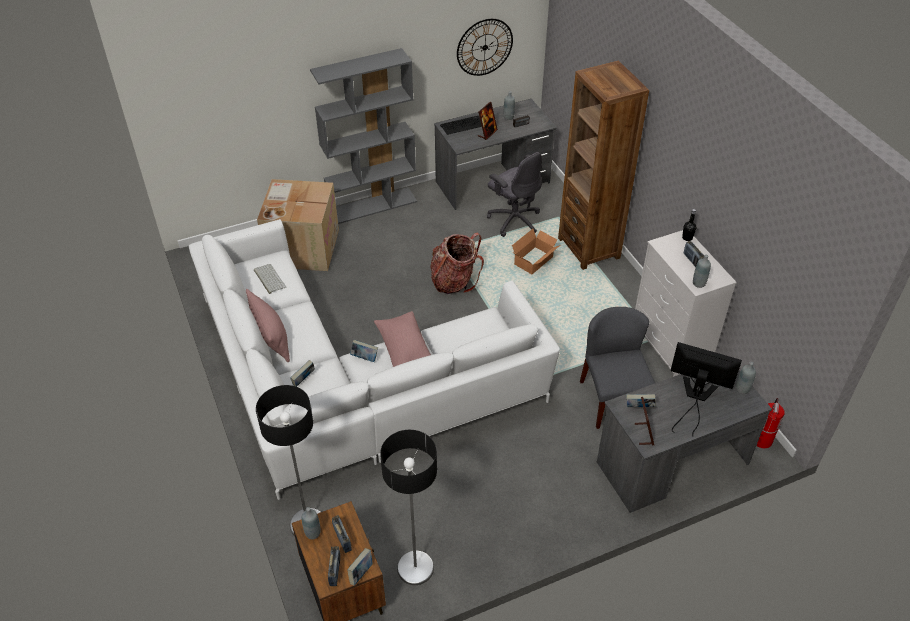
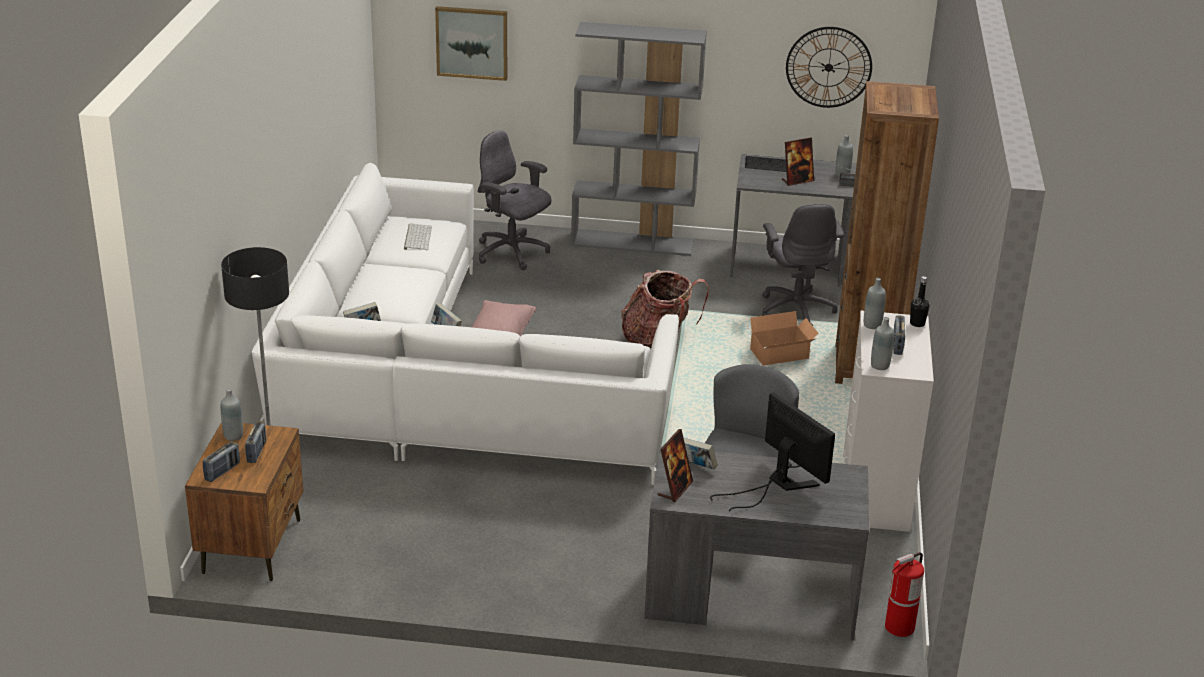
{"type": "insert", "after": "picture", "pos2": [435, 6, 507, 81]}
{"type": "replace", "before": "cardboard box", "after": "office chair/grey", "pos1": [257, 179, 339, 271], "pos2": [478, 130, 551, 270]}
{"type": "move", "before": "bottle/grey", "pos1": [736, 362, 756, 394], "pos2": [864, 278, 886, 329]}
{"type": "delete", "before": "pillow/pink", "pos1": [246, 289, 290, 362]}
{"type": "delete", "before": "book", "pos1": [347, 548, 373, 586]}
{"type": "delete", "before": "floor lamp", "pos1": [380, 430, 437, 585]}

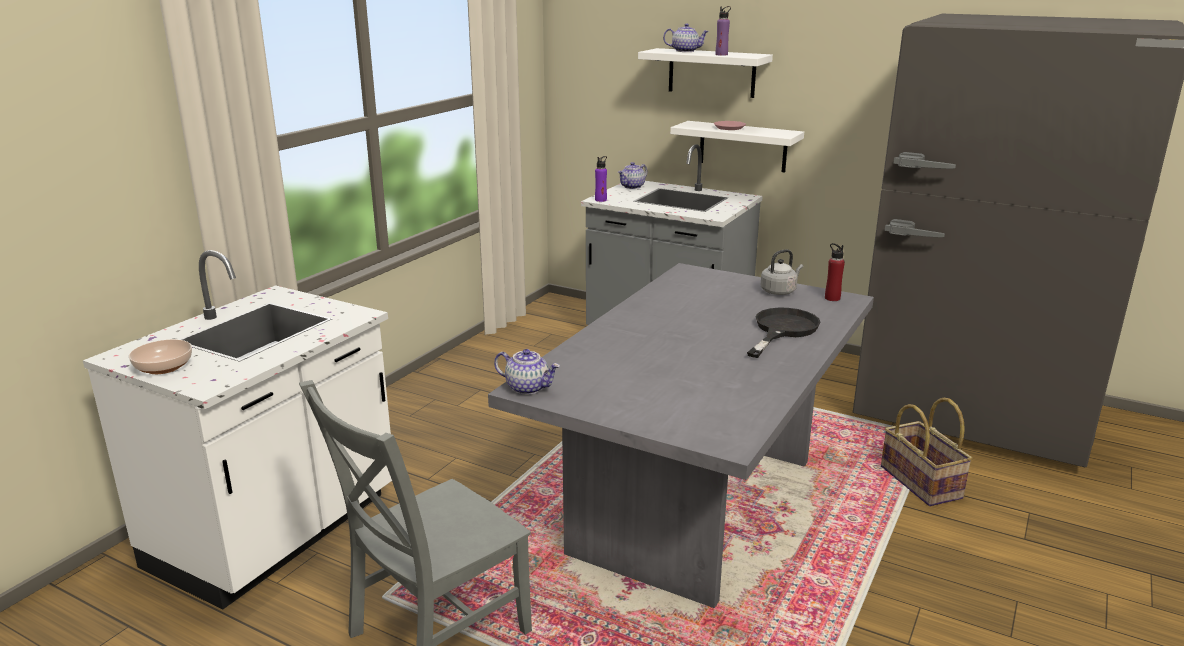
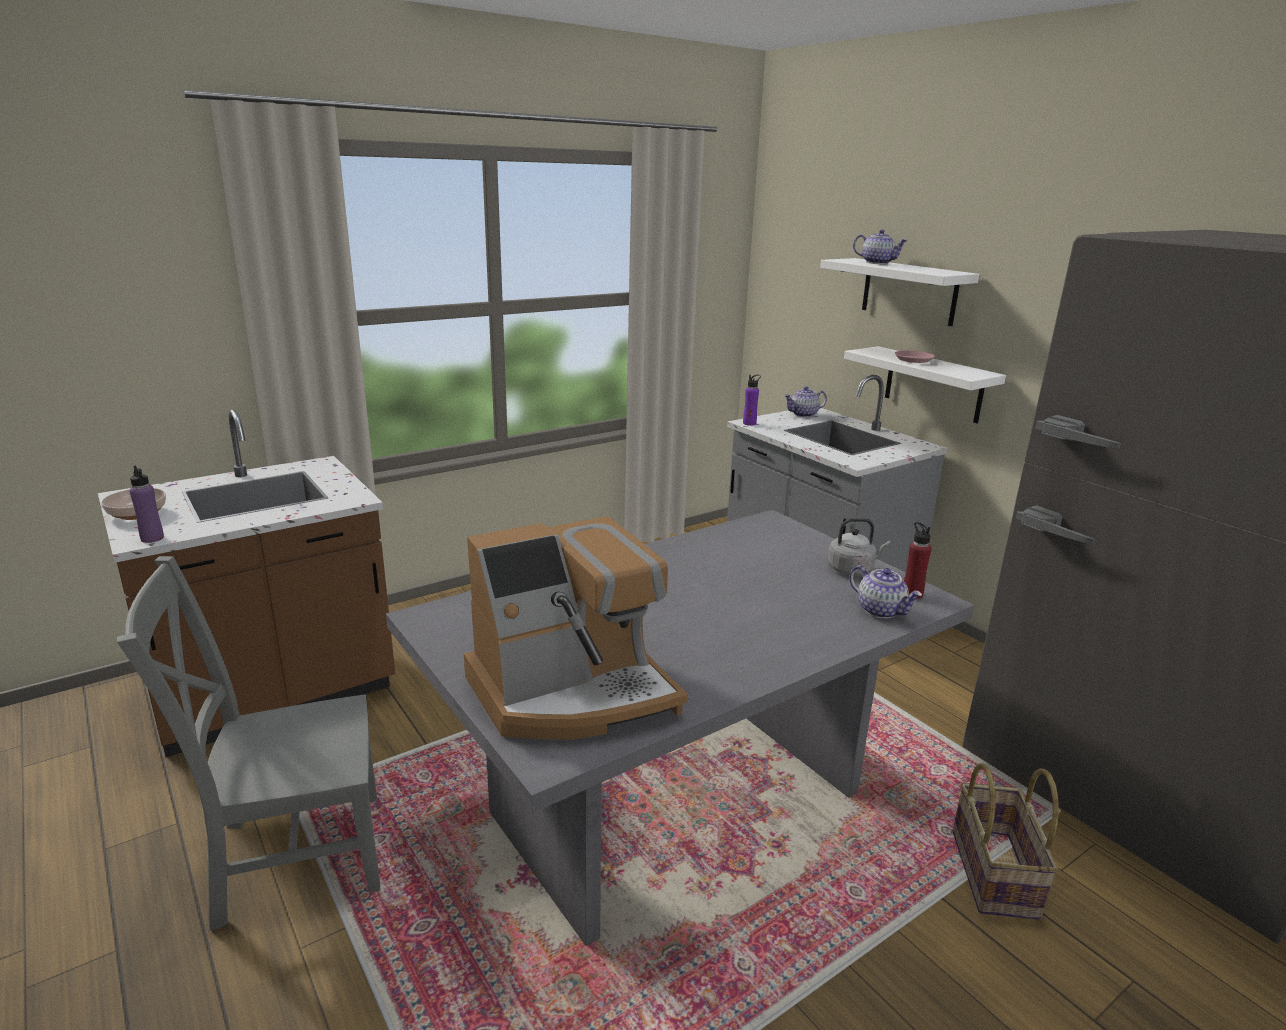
{"type": "recolor", "before": "counter/white", "after": "counter/brown", "pos1": [83, 250, 392, 610], "pos2": [98, 410, 395, 757]}
{"type": "move", "before": "bottle/purple", "pos1": [716, 6, 731, 56], "pos2": [130, 465, 164, 543]}
{"type": "insert", "after": "coffee machine", "pos2": [464, 516, 688, 740]}
{"type": "move", "before": "teapot", "pos1": [494, 349, 560, 395], "pos2": [849, 565, 922, 619]}
{"type": "delete", "before": "frying pan/black", "pos1": [747, 308, 820, 358]}

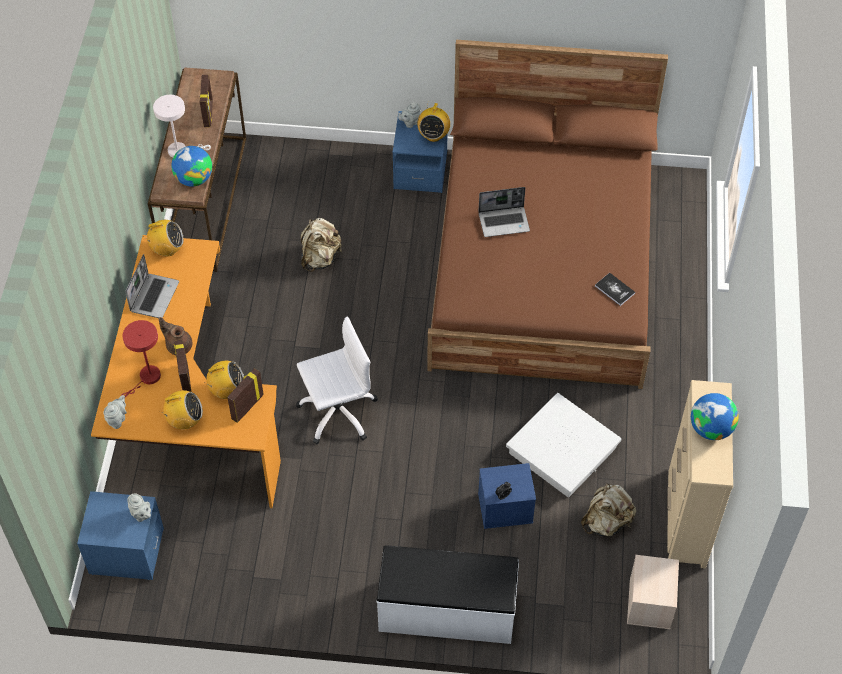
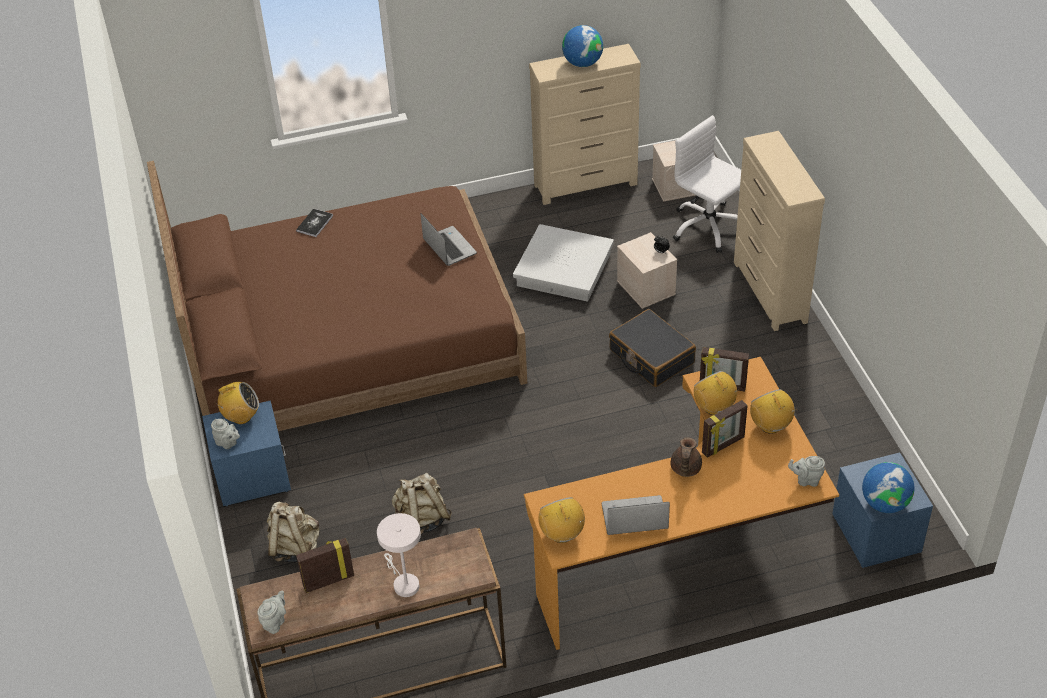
{"type": "move", "before": "teapot/grey", "pos1": [127, 494, 151, 522], "pos2": [258, 590, 286, 634]}
{"type": "move", "before": "backpack/beige", "pos1": [581, 484, 636, 537], "pos2": [267, 502, 320, 563]}
{"type": "move", "before": "book", "pos1": [595, 273, 635, 306], "pos2": [296, 209, 333, 237]}
{"type": "move", "before": "laptop", "pos1": [478, 187, 530, 237], "pos2": [421, 213, 477, 266]}
{"type": "insert", "after": "suitcase/black", "pos2": [609, 309, 696, 387]}
{"type": "recolor", "before": "storage box/blue", "after": "storage box/beige", "pos1": [478, 463, 536, 529], "pos2": [617, 232, 677, 309]}
{"type": "move", "before": "office chair/white", "pos1": [296, 317, 378, 445], "pos2": [673, 115, 741, 253]}
{"type": "replace", "before": "bench/white", "after": "dresser/beige", "pos1": [377, 545, 519, 644], "pos2": [734, 131, 825, 331]}
{"type": "move", "before": "globe", "pos1": [171, 146, 212, 187], "pos2": [862, 462, 915, 513]}
{"type": "delete", "before": "table lamp/red", "pos1": [122, 320, 161, 397]}

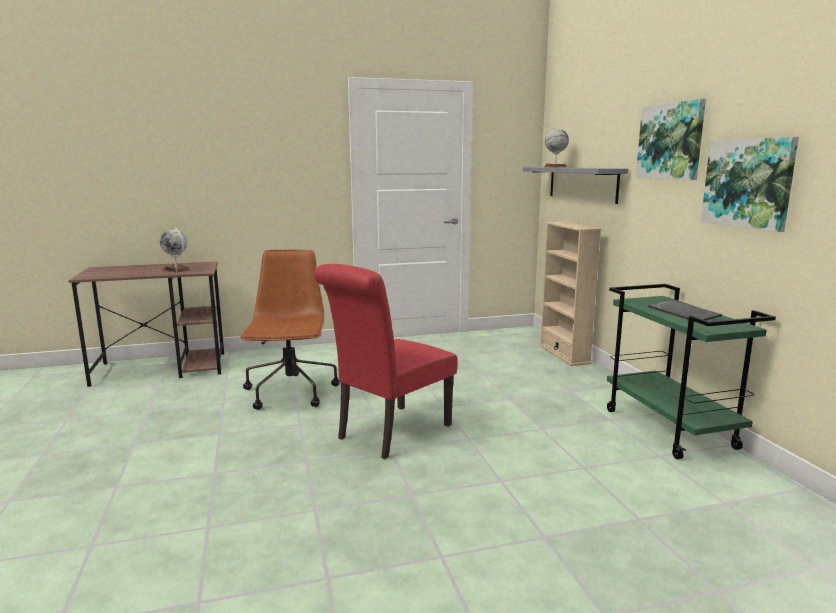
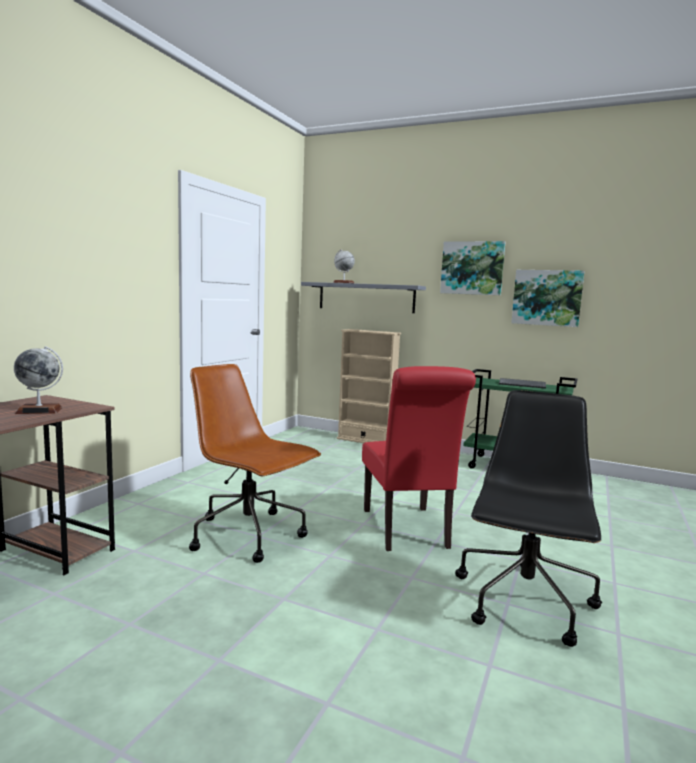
{"type": "insert", "after": "office chair/black", "pos2": [455, 390, 602, 647]}

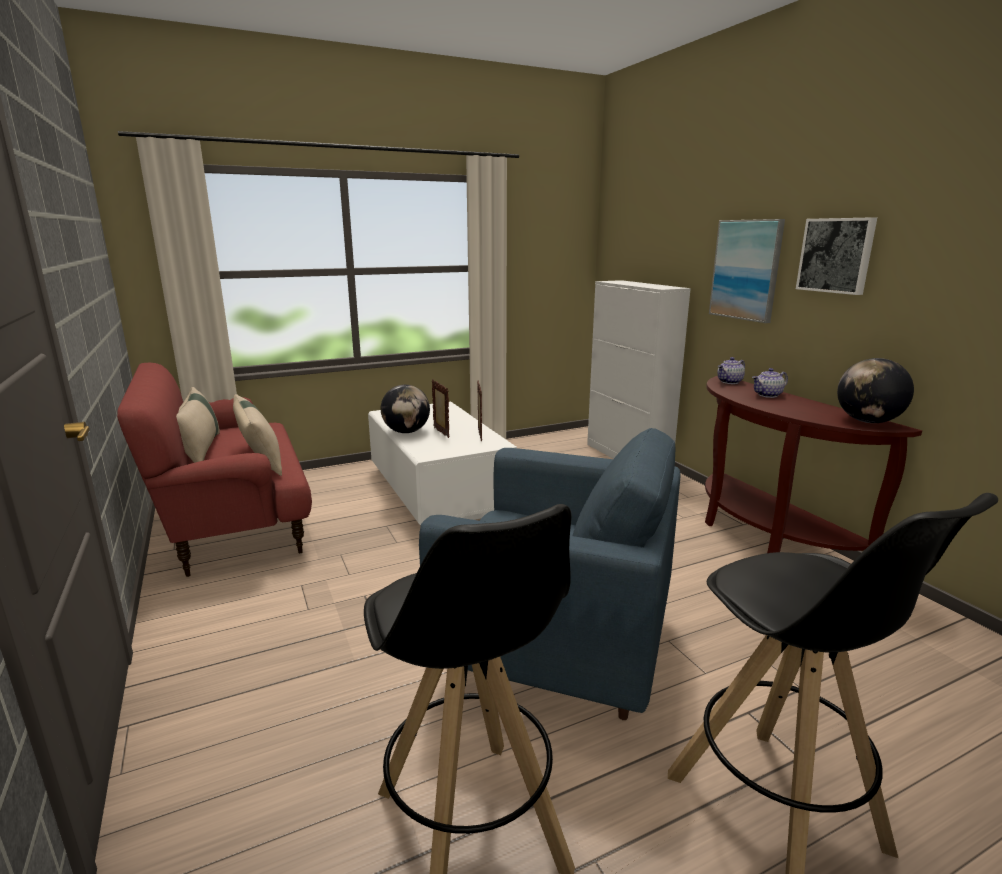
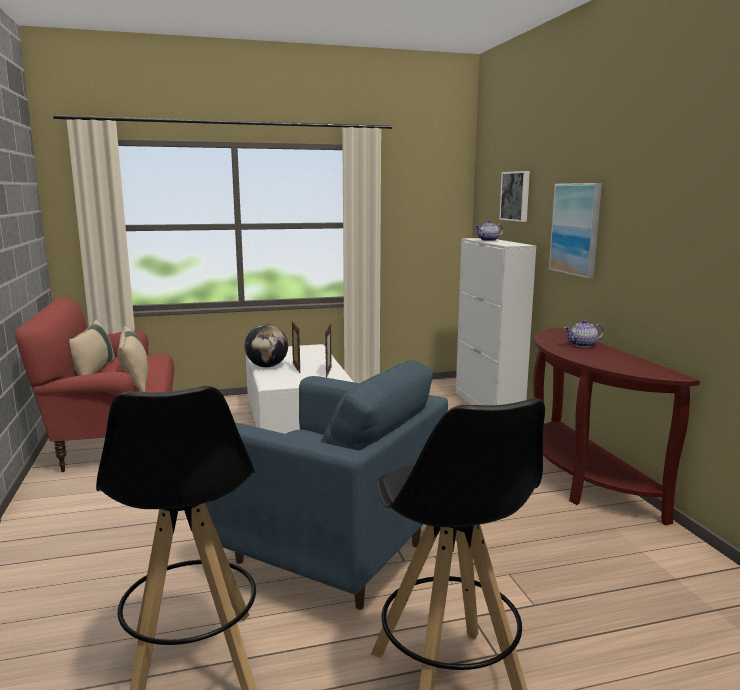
{"type": "move", "before": "teapot", "pos1": [717, 357, 745, 384], "pos2": [475, 220, 503, 241]}
{"type": "move", "before": "picture", "pos1": [796, 217, 877, 295], "pos2": [499, 171, 530, 222]}
{"type": "delete", "before": "globe", "pos1": [837, 358, 914, 423]}

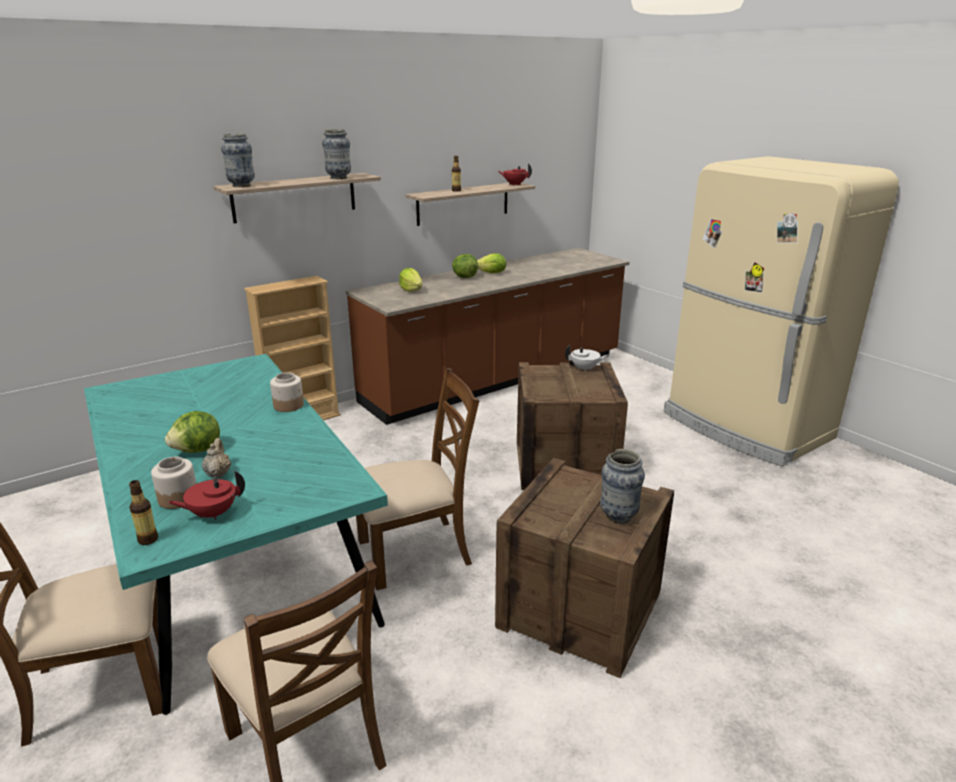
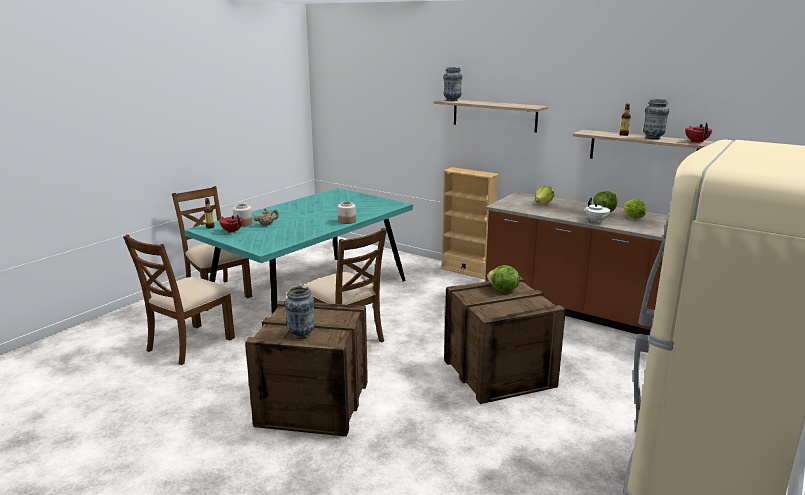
{"type": "move", "before": "lettuce", "pos1": [165, 411, 220, 453], "pos2": [487, 265, 520, 292]}
{"type": "move", "before": "teapot/white", "pos1": [565, 344, 608, 372], "pos2": [586, 198, 610, 223]}
{"type": "move", "before": "vase", "pos1": [322, 129, 351, 179], "pos2": [643, 99, 669, 140]}

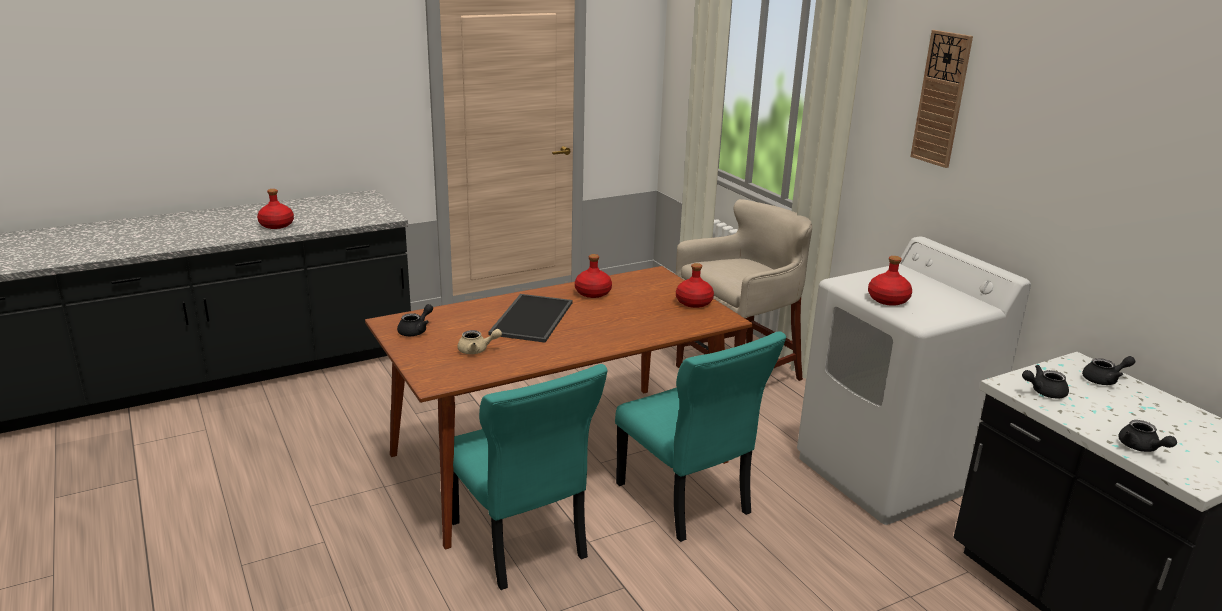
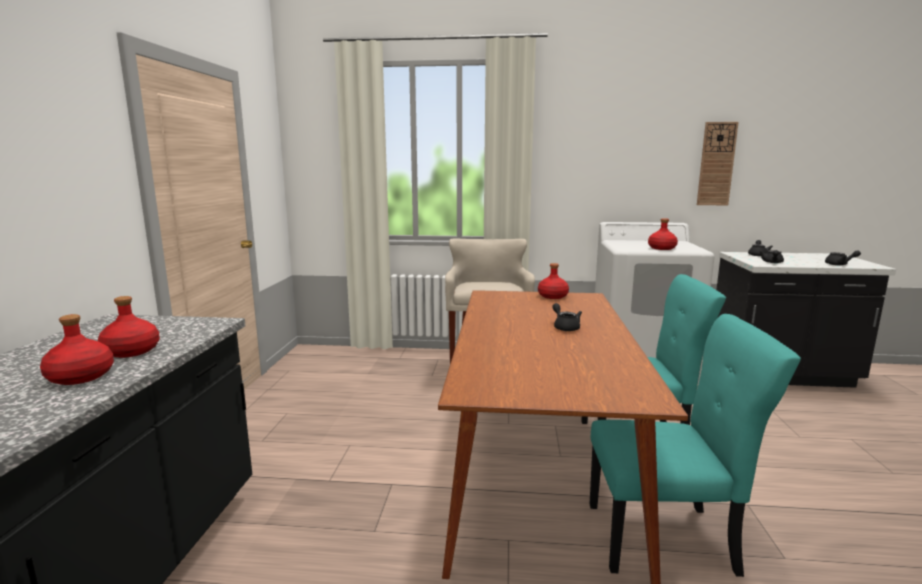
{"type": "move", "before": "bottle/red", "pos1": [575, 254, 612, 298], "pos2": [98, 296, 160, 358]}
{"type": "move", "before": "teapot/black", "pos1": [397, 304, 433, 336], "pos2": [553, 303, 582, 331]}
{"type": "move", "before": "wall clock", "pos1": [910, 30, 973, 168], "pos2": [697, 122, 739, 205]}
{"type": "delete", "before": "teapot/beige", "pos1": [458, 329, 502, 354]}
{"type": "delete", "before": "tray", "pos1": [488, 294, 573, 343]}

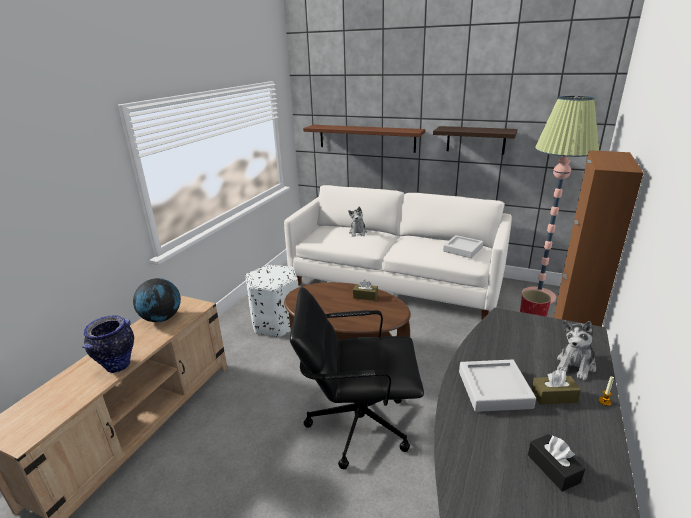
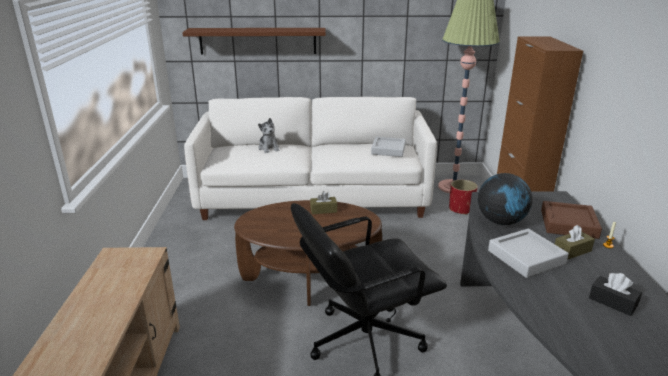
{"type": "move", "before": "globe", "pos1": [133, 278, 181, 322], "pos2": [478, 173, 532, 225]}
{"type": "replace", "before": "plush toy", "after": "tray/brown", "pos1": [557, 321, 596, 380], "pos2": [541, 201, 602, 239]}
{"type": "delete", "before": "vase", "pos1": [82, 315, 134, 373]}
{"type": "delete", "before": "ottoman/white", "pos1": [245, 265, 298, 337]}
{"type": "delete", "before": "shelf", "pos1": [433, 126, 518, 154]}

